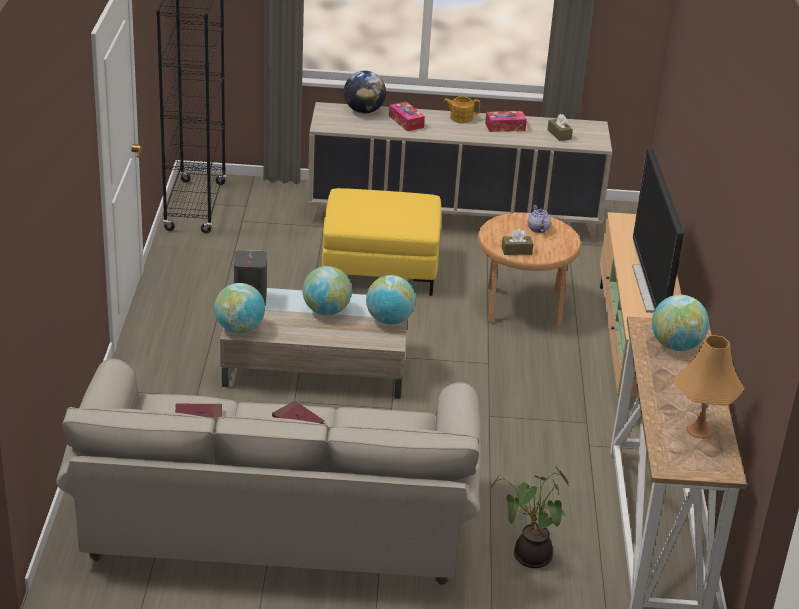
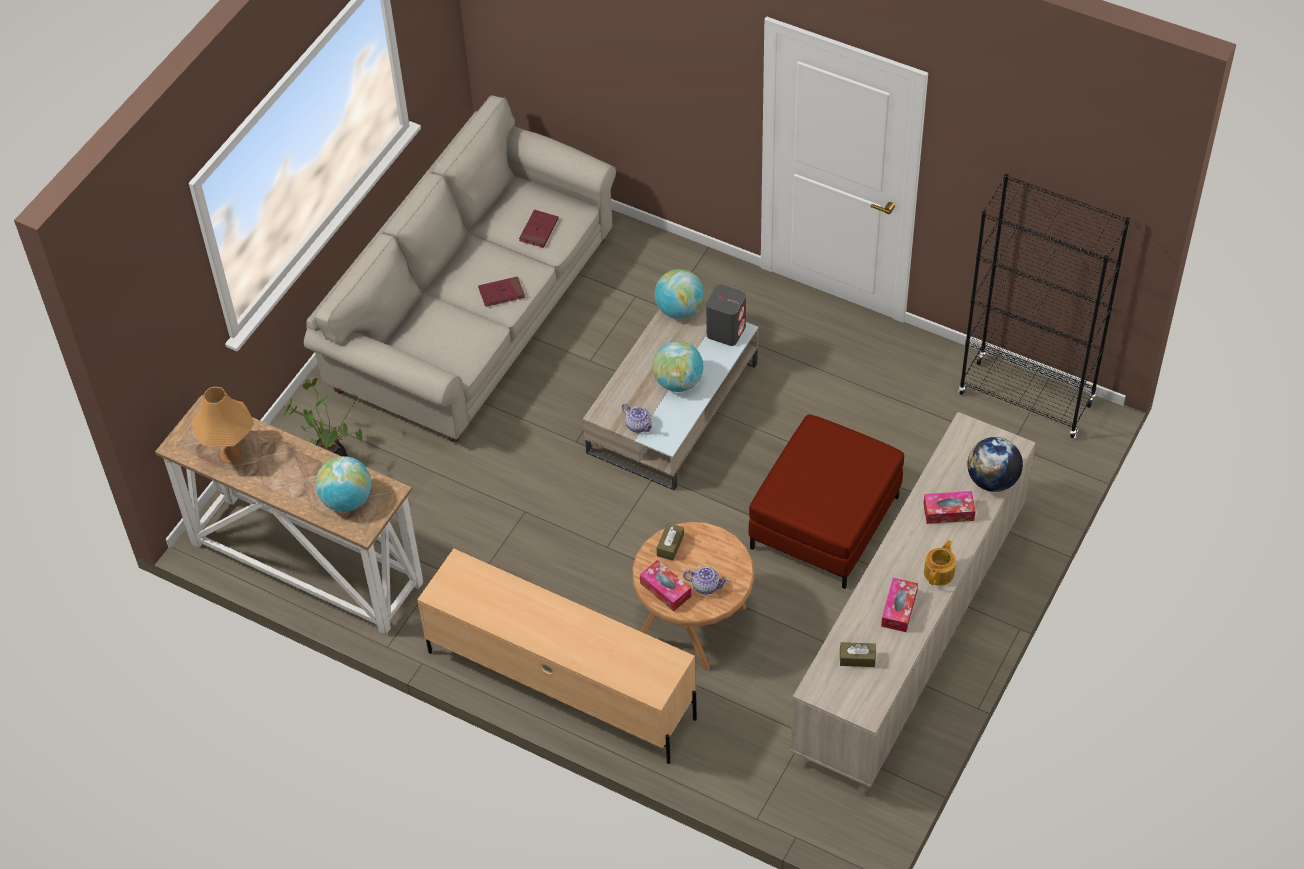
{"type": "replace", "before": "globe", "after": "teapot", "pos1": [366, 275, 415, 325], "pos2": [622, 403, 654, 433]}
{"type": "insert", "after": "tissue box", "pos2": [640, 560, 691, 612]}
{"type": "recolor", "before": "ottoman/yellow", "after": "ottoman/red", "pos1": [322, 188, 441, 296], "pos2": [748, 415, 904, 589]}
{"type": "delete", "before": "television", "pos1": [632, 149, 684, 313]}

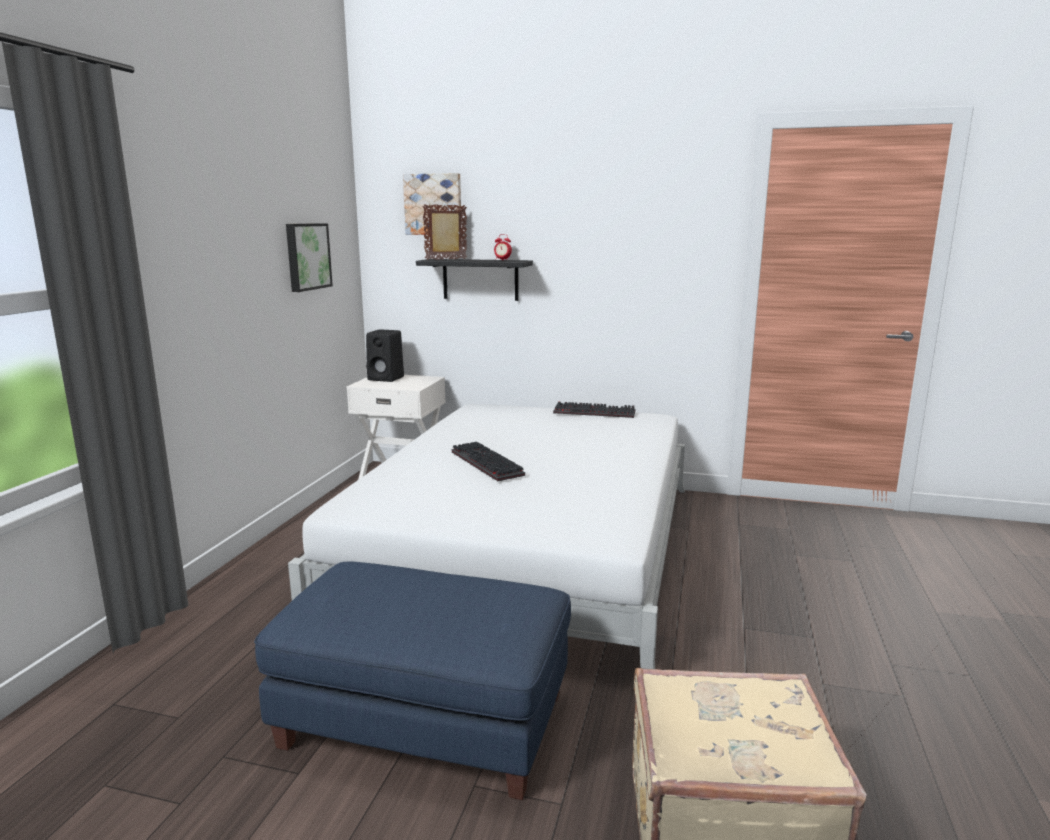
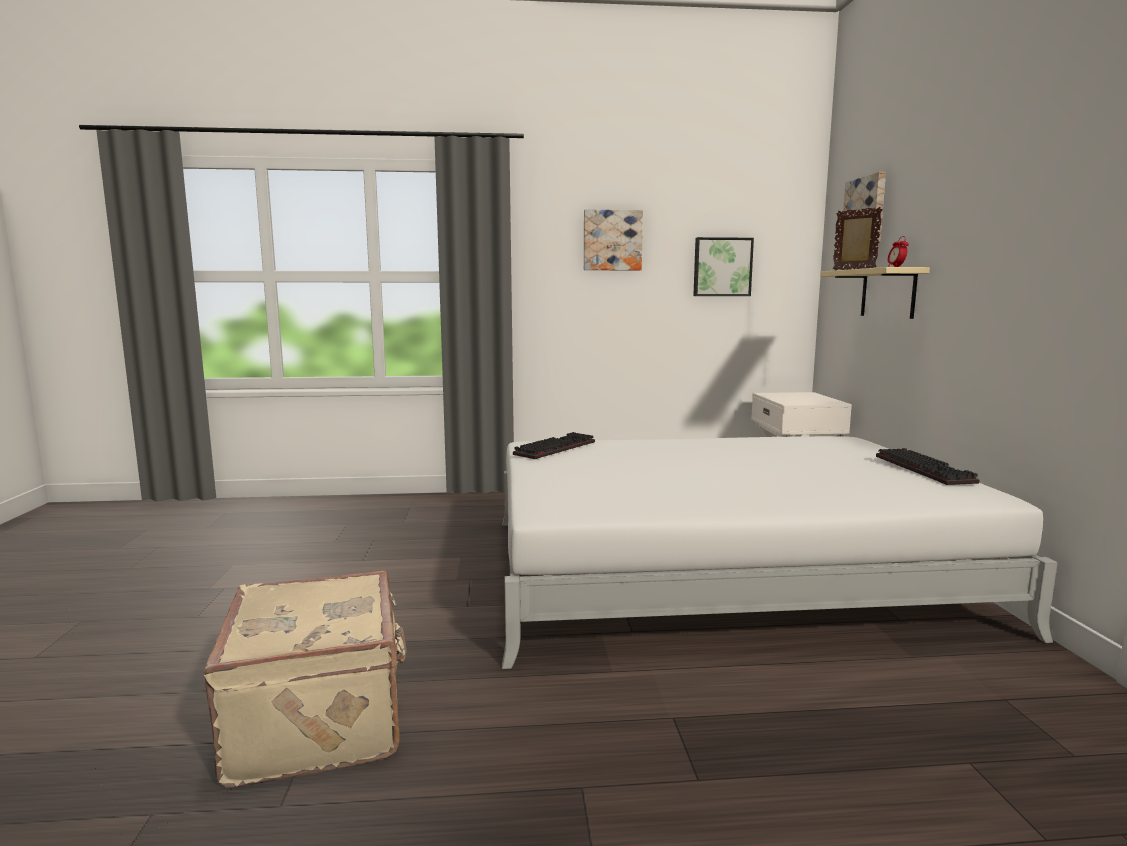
{"type": "move", "before": "keyboard", "pos1": [452, 442, 525, 481], "pos2": [513, 432, 595, 459]}
{"type": "insert", "after": "picture", "pos2": [584, 209, 643, 270]}
{"type": "recolor", "before": "shelf/black", "after": "shelf/beige", "pos1": [416, 259, 533, 301], "pos2": [820, 267, 930, 319]}
{"type": "delete", "before": "ottoman/blue", "pos1": [254, 562, 571, 800]}
{"type": "delete", "before": "speaker/black", "pos1": [366, 329, 404, 382]}

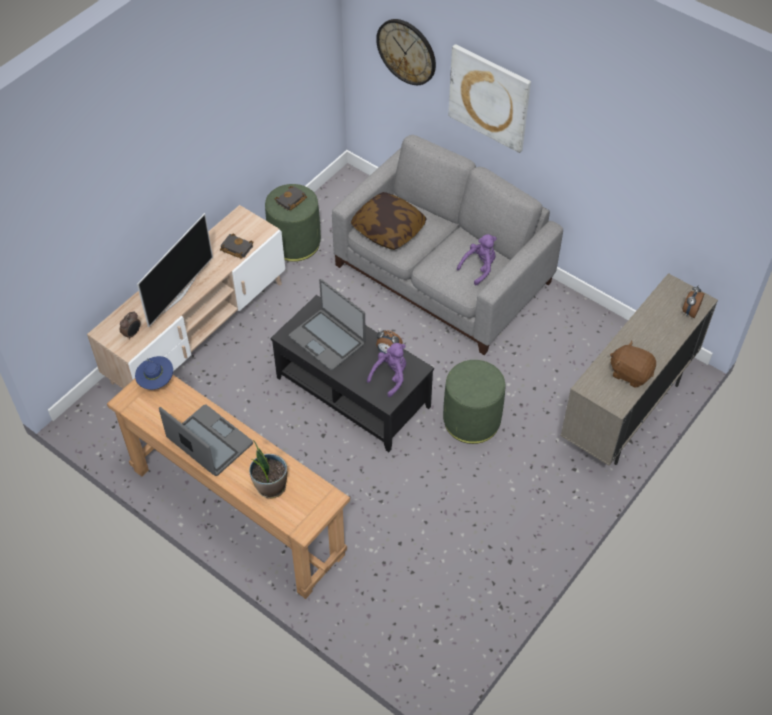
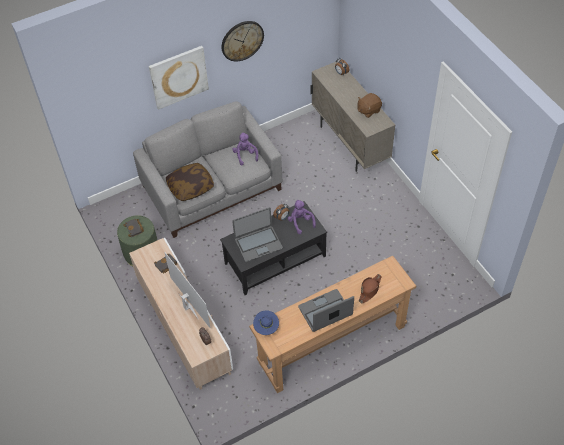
{"type": "move", "before": "wall clock", "pos1": [376, 19, 436, 85], "pos2": [221, 21, 264, 62]}
{"type": "replace", "before": "potted plant", "after": "hat/brown", "pos1": [249, 440, 287, 499], "pos2": [359, 274, 382, 304]}
{"type": "delete", "before": "ottoman/green", "pos1": [443, 360, 505, 444]}

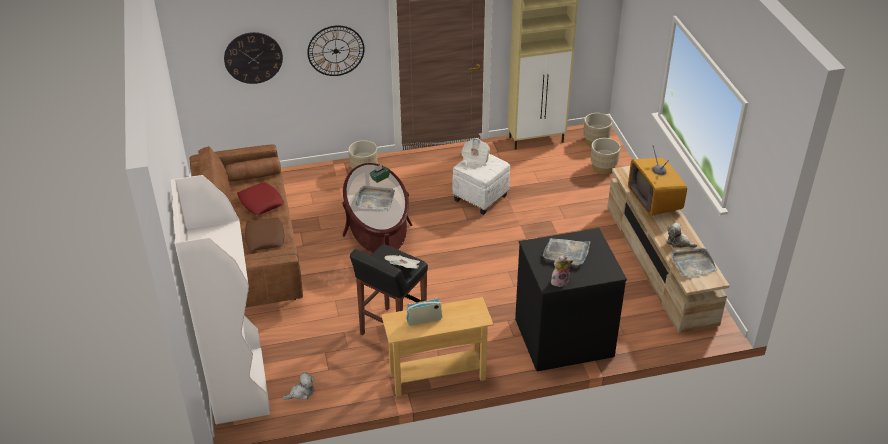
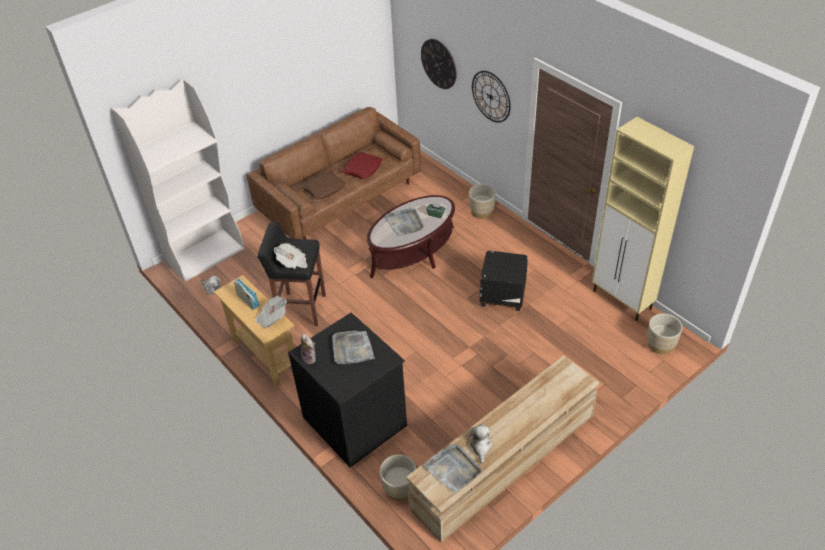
{"type": "move", "before": "newspaper", "pos1": [461, 138, 490, 170], "pos2": [255, 296, 287, 329]}
{"type": "move", "before": "planter/beige", "pos1": [591, 138, 621, 175], "pos2": [380, 455, 416, 501]}
{"type": "recolor", "before": "ottoman/white", "after": "ottoman/black", "pos1": [452, 154, 510, 215], "pos2": [480, 251, 528, 311]}
{"type": "delete", "before": "television", "pos1": [628, 145, 687, 216]}

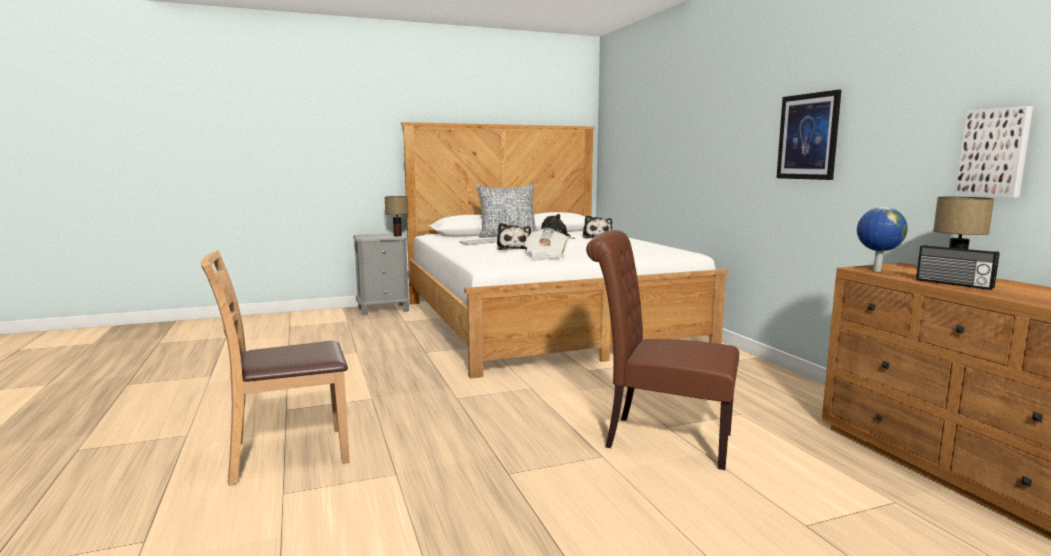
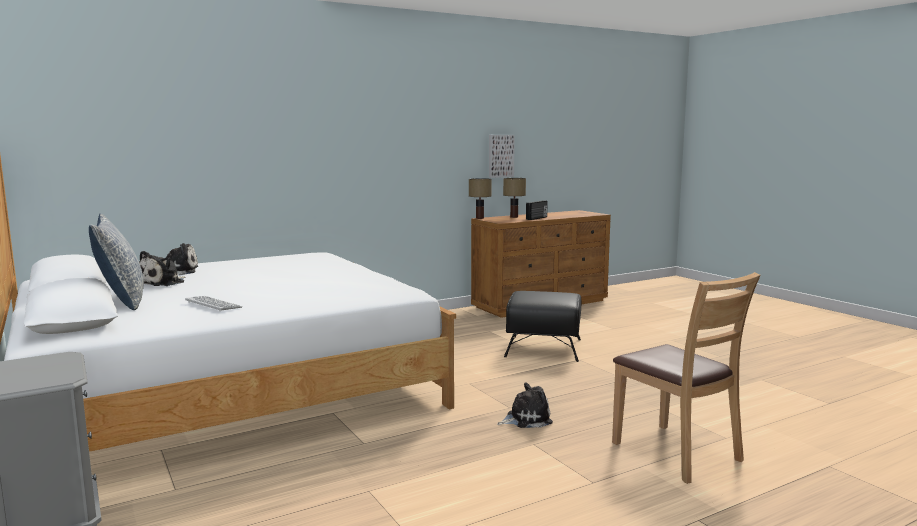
{"type": "move", "before": "table lamp", "pos1": [385, 196, 408, 236], "pos2": [469, 178, 492, 219]}
{"type": "move", "before": "plush toy", "pos1": [497, 223, 531, 250], "pos2": [497, 382, 553, 428]}
{"type": "replace", "before": "chair/brown", "after": "ottoman/black", "pos1": [586, 230, 739, 470], "pos2": [504, 291, 581, 362]}
{"type": "delete", "before": "newspaper", "pos1": [524, 228, 569, 261]}
{"type": "delete", "before": "picture", "pos1": [776, 90, 842, 180]}
{"type": "delete", "before": "globe", "pos1": [857, 207, 908, 272]}

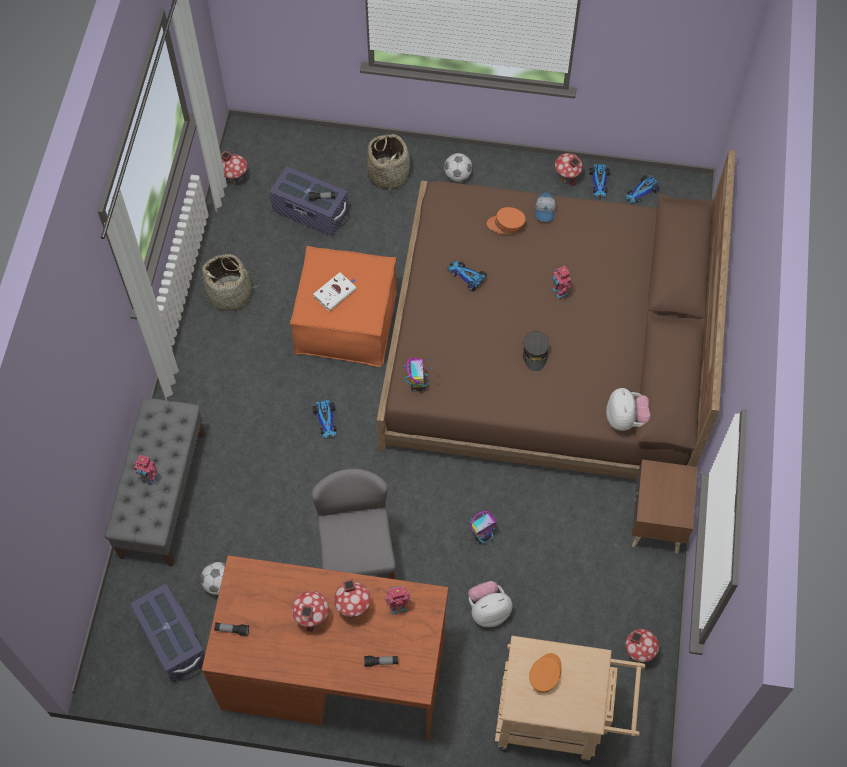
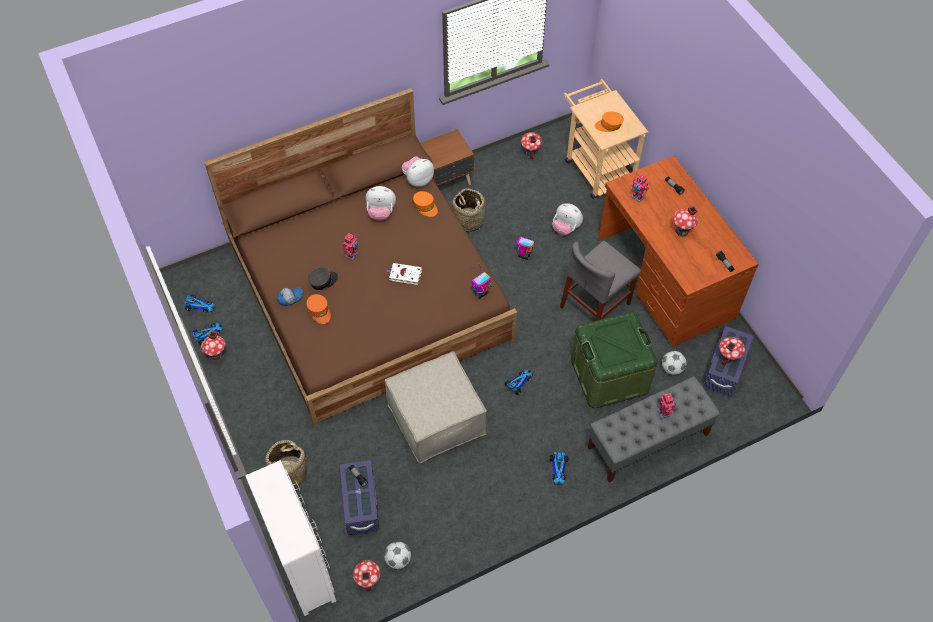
{"type": "insert", "after": "dresser/white", "pos2": [245, 460, 336, 616]}
{"type": "move", "before": "cap/grey", "pos1": [523, 331, 549, 371], "pos2": [308, 267, 338, 290]}
{"type": "insert", "after": "plush toy", "pos2": [366, 186, 396, 221]}
{"type": "recolor", "before": "ottoman/orange", "after": "ottoman/beige", "pos1": [290, 246, 397, 367], "pos2": [384, 351, 487, 464]}
{"type": "move", "before": "football", "pos1": [444, 153, 472, 182], "pos2": [384, 542, 411, 569]}
{"type": "move", "before": "book/white", "pos1": [314, 272, 357, 311], "pos2": [386, 263, 422, 285]}
{"type": "insert", "after": "cap/orange", "pos2": [413, 191, 438, 217]}
{"type": "move", "before": "basket", "pos1": [200, 254, 259, 311], "pos2": [452, 188, 485, 232]}
{"type": "move", "before": "toy car", "pos1": [447, 260, 487, 291], "pos2": [550, 452, 568, 485]}
{"type": "insert", "after": "storage box/green", "pos2": [571, 312, 657, 408]}
{"type": "move", "before": "toy house", "pos1": [334, 578, 370, 618], "pos2": [719, 337, 745, 366]}

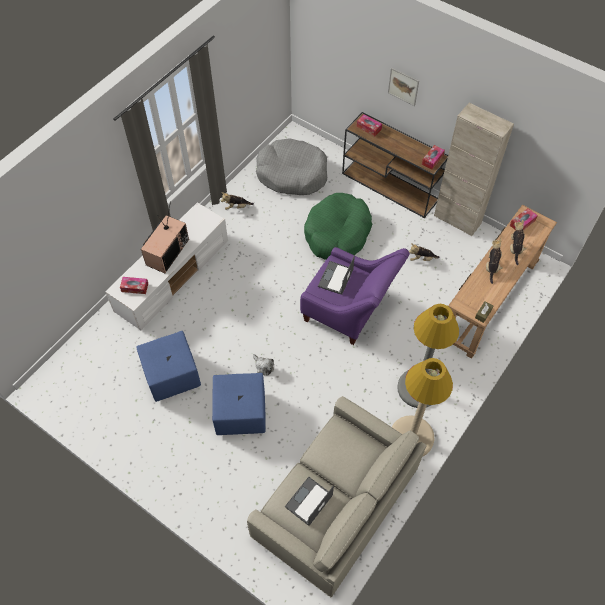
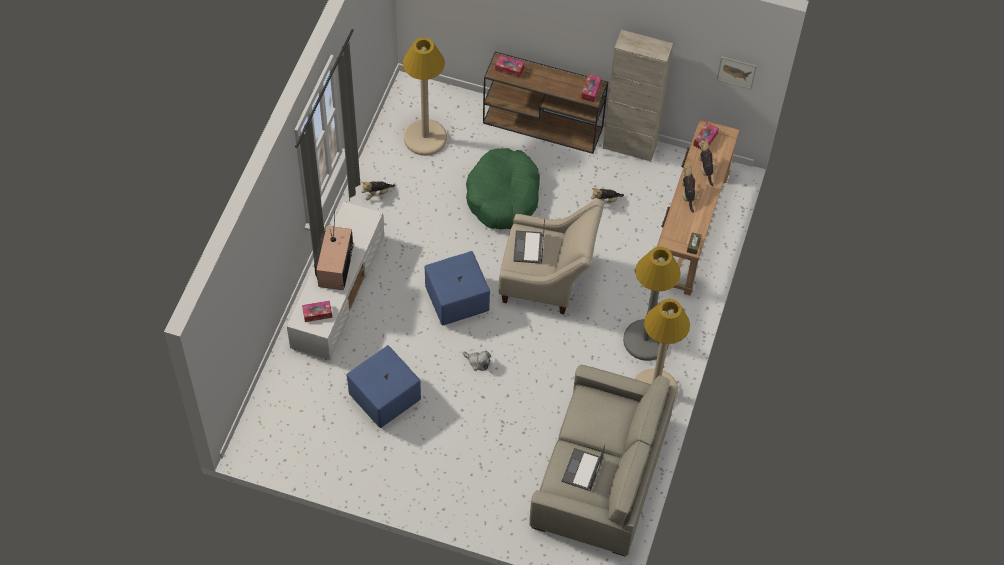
{"type": "replace", "before": "dog bed/grey", "after": "floor lamp/beige", "pos1": [256, 138, 327, 195], "pos2": [403, 37, 447, 156]}
{"type": "move", "before": "ottoman/blue", "pos1": [212, 373, 266, 435], "pos2": [425, 251, 490, 325]}
{"type": "recolor", "before": "armchair/purple", "after": "armchair/beige", "pos1": [300, 247, 410, 345], "pos2": [499, 199, 604, 314]}
{"type": "move", "before": "picture", "pos1": [388, 68, 419, 106], "pos2": [717, 56, 757, 89]}

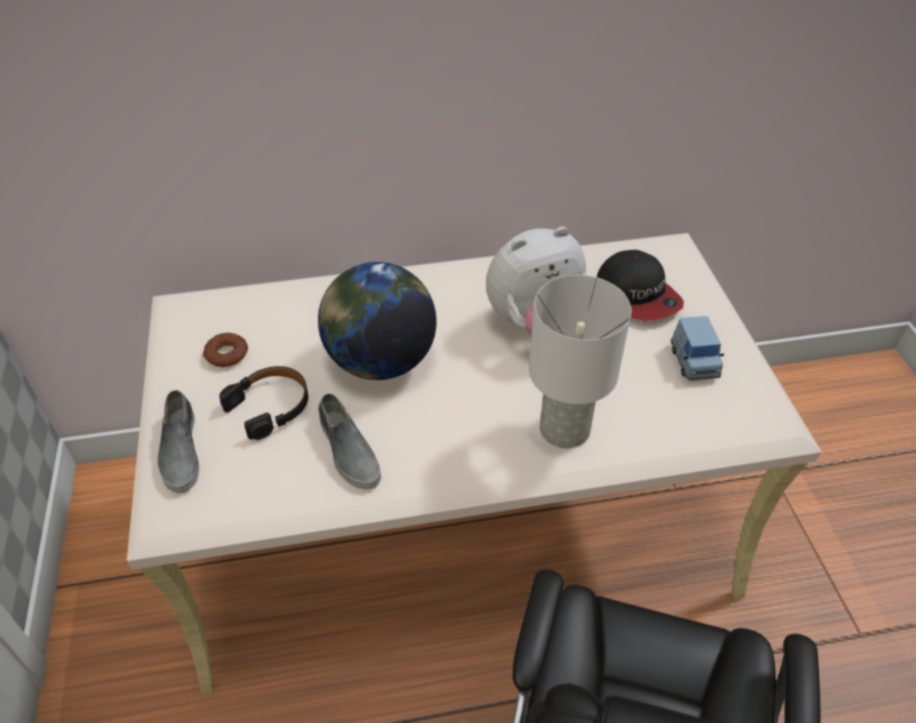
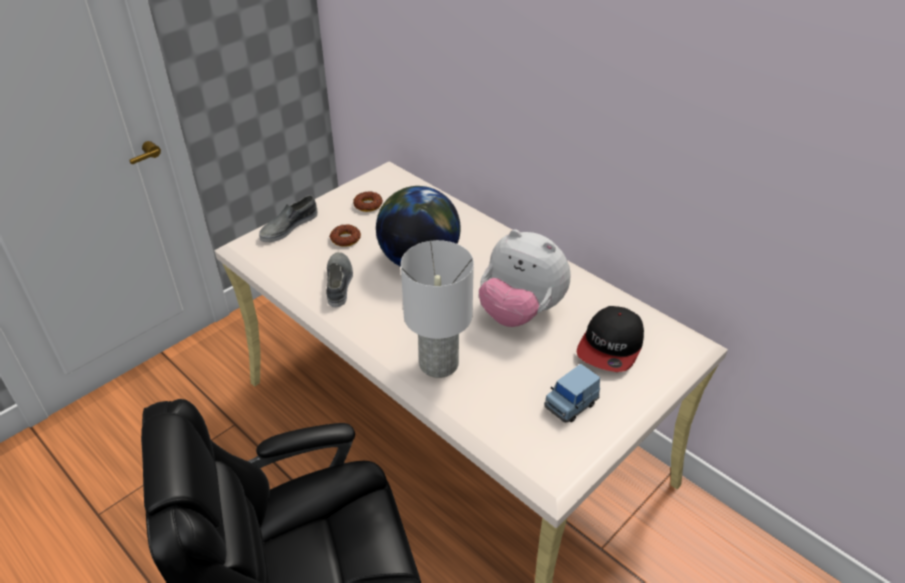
{"type": "rotate", "before": "shoe/grey", "pos1": [318, 393, 381, 489], "pos2": [326, 252, 353, 307], "turn": 150}
{"type": "replace", "before": "headphones/black", "after": "donut", "pos1": [219, 366, 308, 440], "pos2": [330, 224, 361, 247]}

